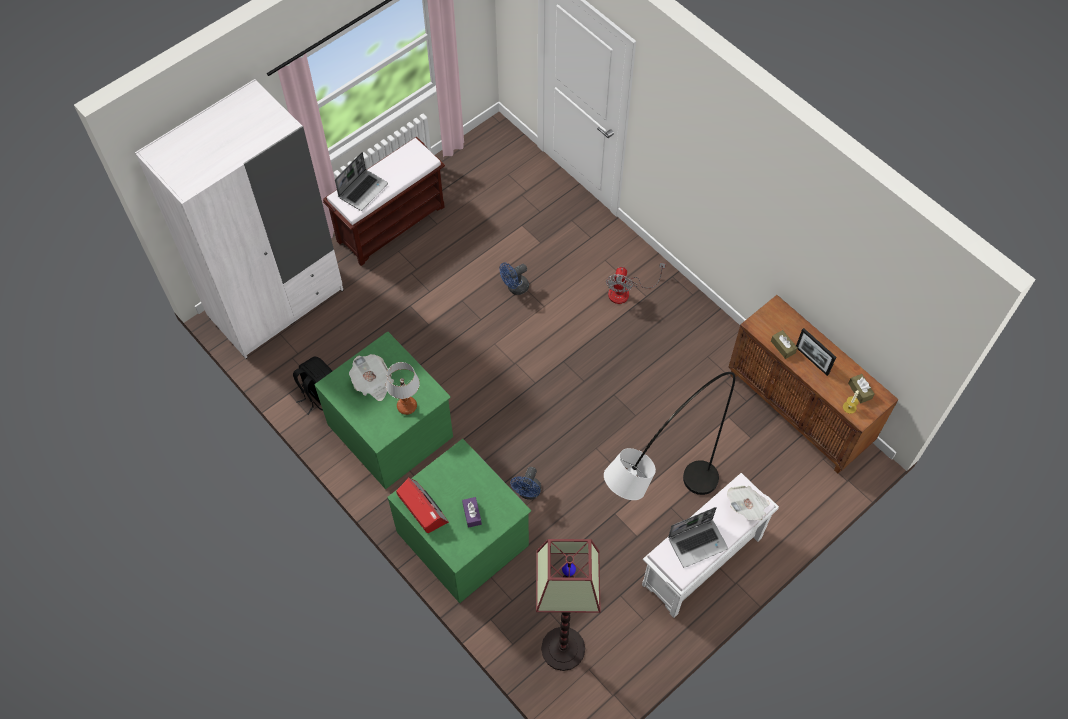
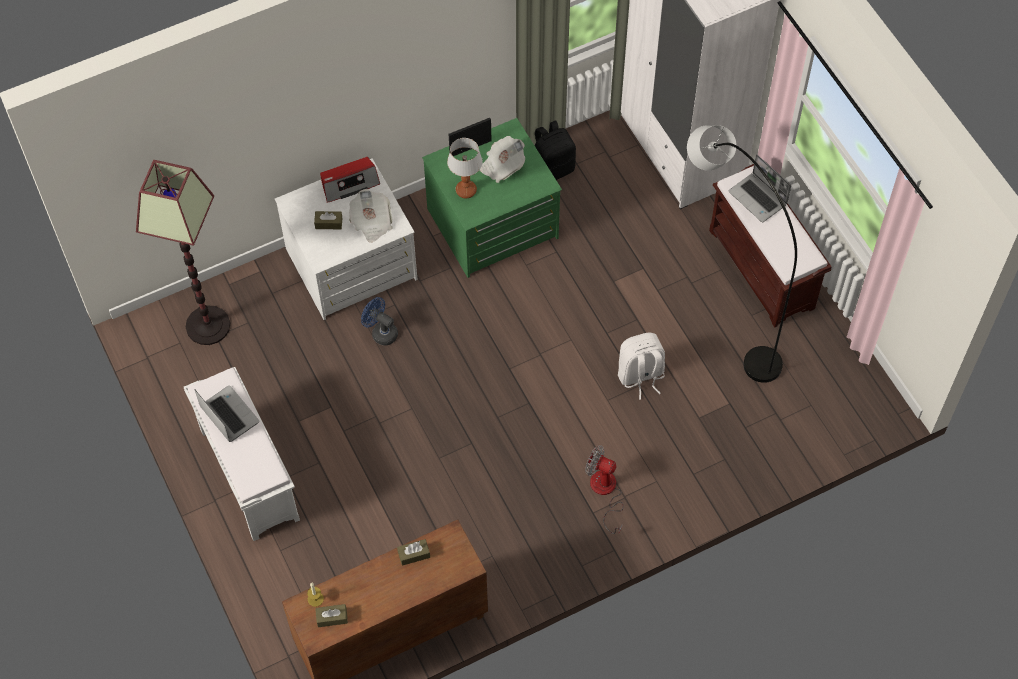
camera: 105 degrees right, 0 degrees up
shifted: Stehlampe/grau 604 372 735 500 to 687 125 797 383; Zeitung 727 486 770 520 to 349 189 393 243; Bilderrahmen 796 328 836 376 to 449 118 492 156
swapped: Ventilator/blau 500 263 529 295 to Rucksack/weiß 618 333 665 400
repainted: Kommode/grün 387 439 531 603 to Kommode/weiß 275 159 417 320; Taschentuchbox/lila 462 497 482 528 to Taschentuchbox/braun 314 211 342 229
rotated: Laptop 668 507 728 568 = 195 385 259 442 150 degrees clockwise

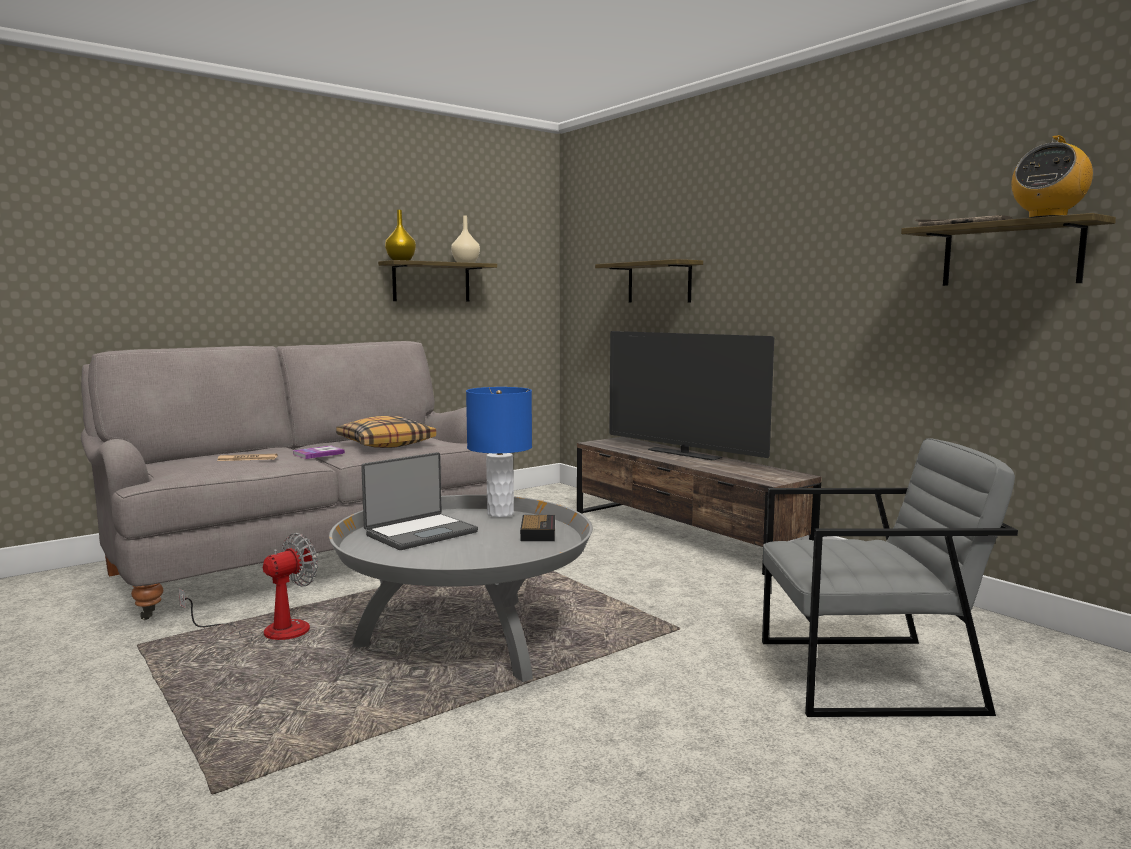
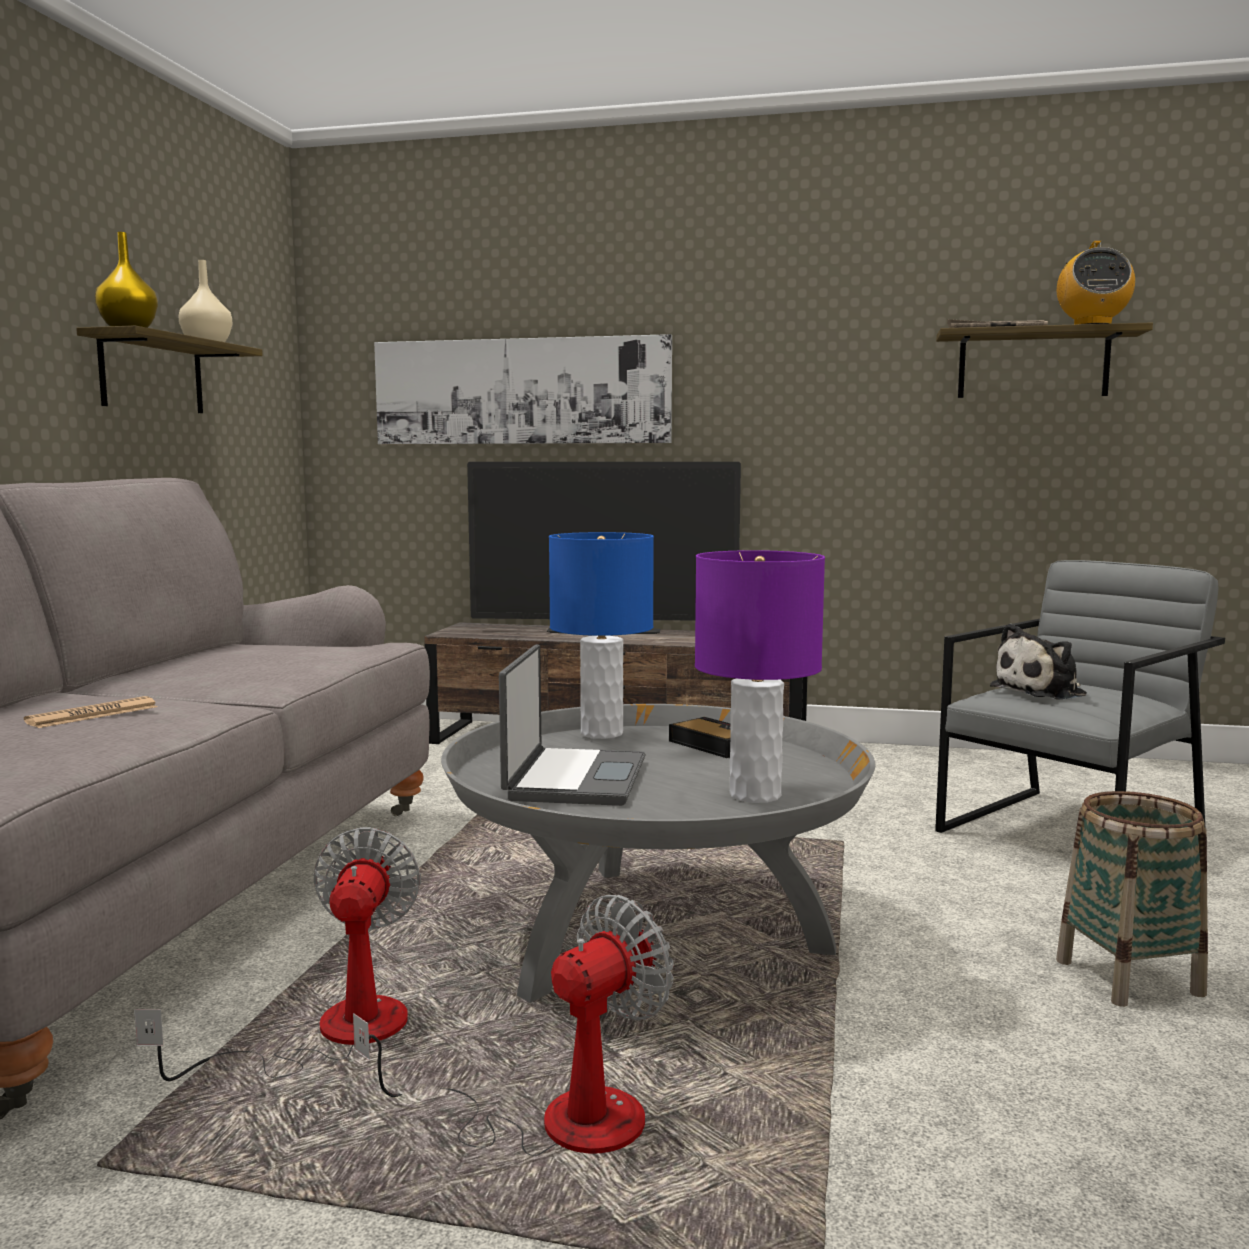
camera: 40 degrees left, 0 degrees up
gone: Buch 292 446 345 459; Kissen 336 416 436 448
new: Ventilator 353 895 674 1156; Tischlampe/lila 695 550 825 803; Plüschtier 990 624 1087 700; Korb 1056 791 1208 1007
swapped: Wandregal 595 259 703 303 to Bild 374 334 672 444

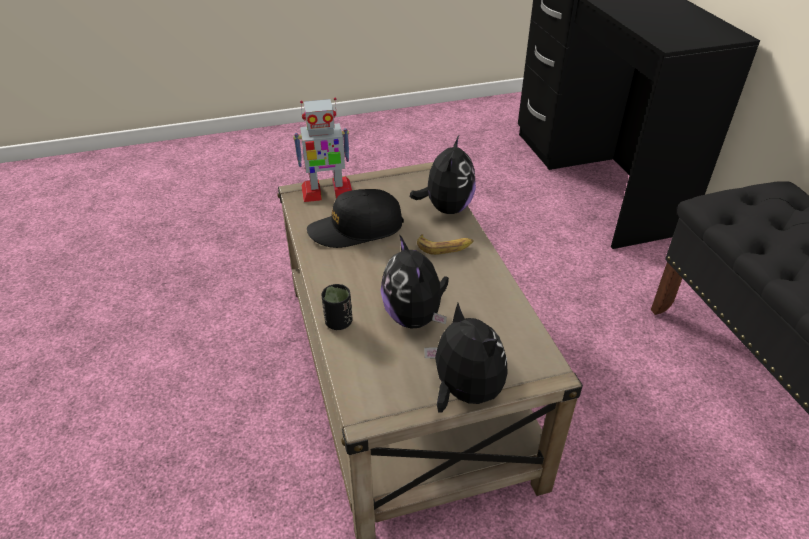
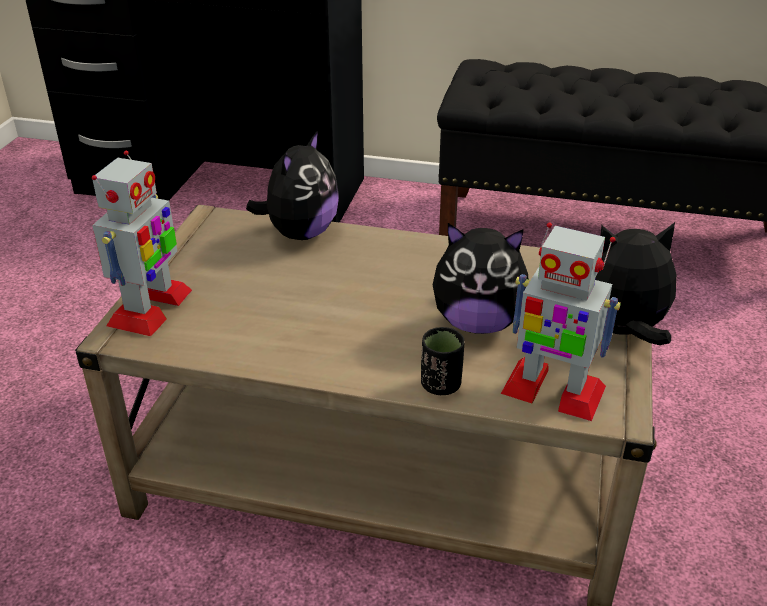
camera: 60 degrees left, 5 degrees down
gone: Kappe/schwarz 307 189 404 248; Banane 417 234 474 255
new: Spielzeugroboter 501 222 621 421
rotated: Plüschtier 410 136 476 214 = 246 130 339 240 75 degrees clockwise

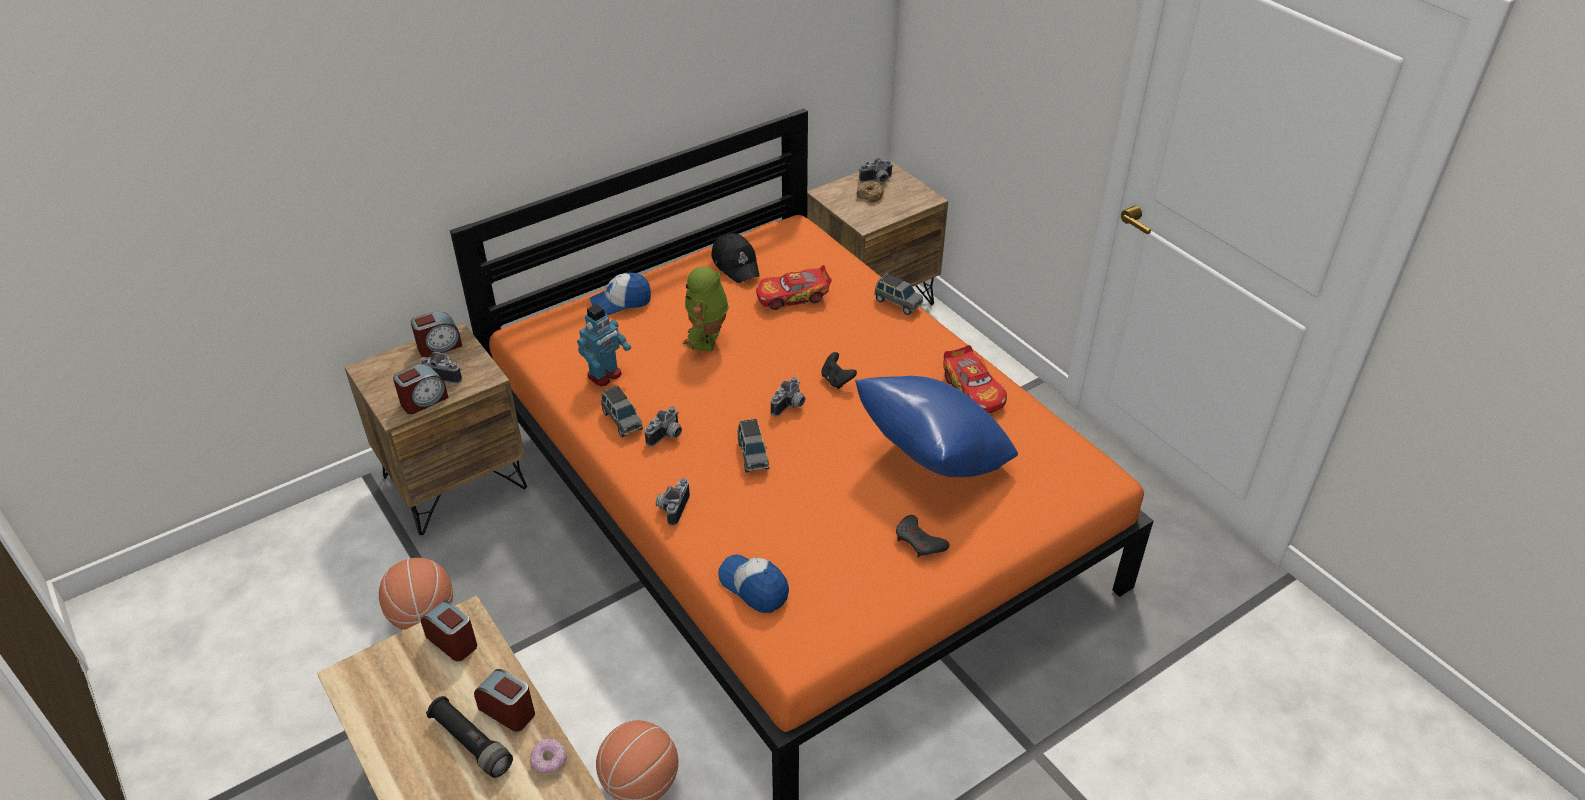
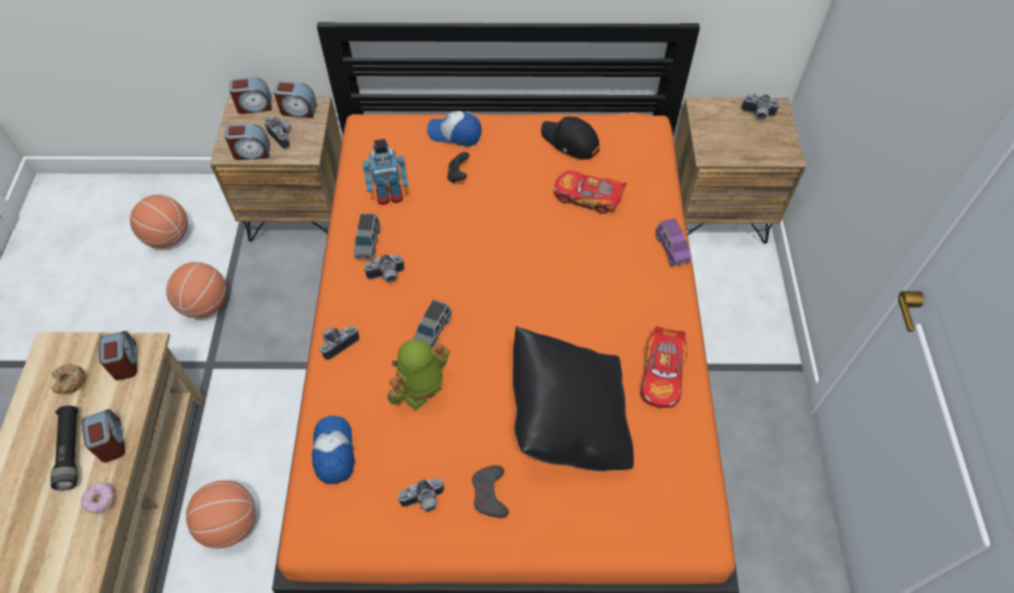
camera: 35 degrees right, 15 degrees up
new: Basketball 130 195 188 248; Wecker 229 77 272 114
shifted: Spielzeugroboter 683 266 729 351 to 387 339 450 411; Kamera 771 377 805 417 to 398 478 445 512; Gamepad/schwarz 821 352 857 389 to 447 152 469 183; Donut 857 181 884 202 to 51 364 85 395
repainted: Kissen/blau 855 376 1018 477 to Kissen/schwarz 513 326 634 471; Spielzeugauto/grau 875 273 923 315 to Spielzeugauto/lila 656 218 691 266
rotated: Kappe/schwarz 711 233 760 283 = 541 117 600 159 120 degrees clockwise

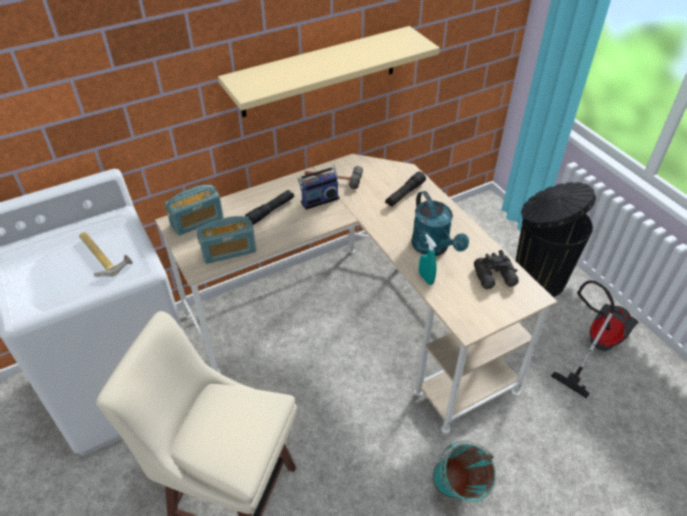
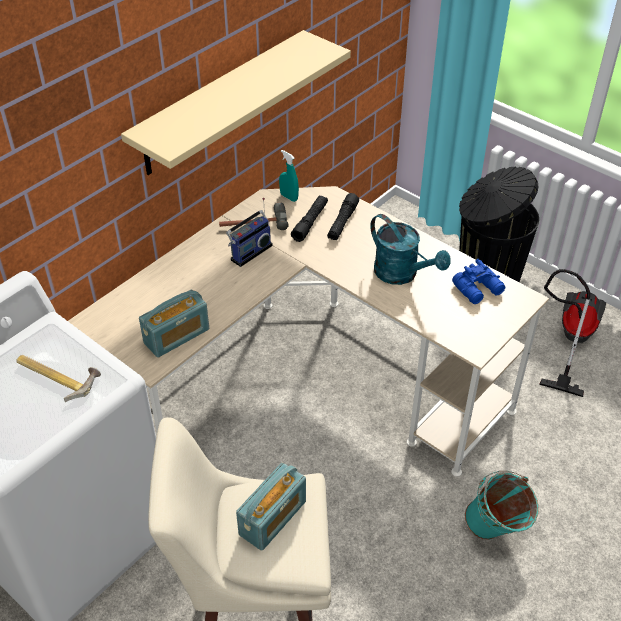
camera: 20 degrees left, 0 degrees up
shifted: Radio 165 185 223 236 to 236 463 306 551; Taschenlampe/schwarz 245 190 294 225 to 291 195 328 242; Sprühflasche/türkis 419 234 437 285 to 279 150 299 202
repainted: Fernglas/schwarz 474 250 519 289 to Fernglas/blau 452 259 505 304

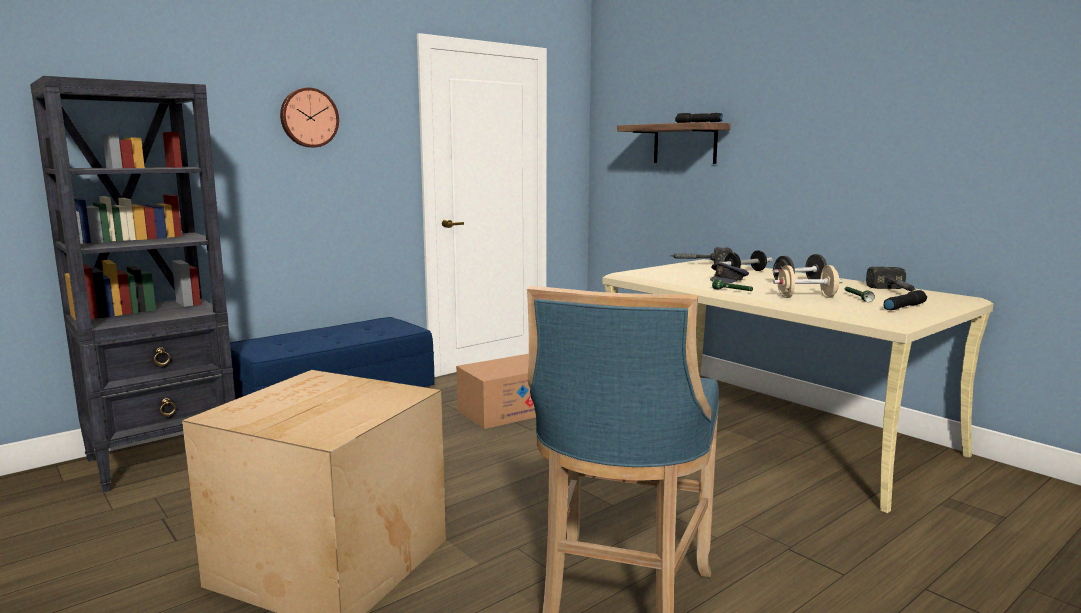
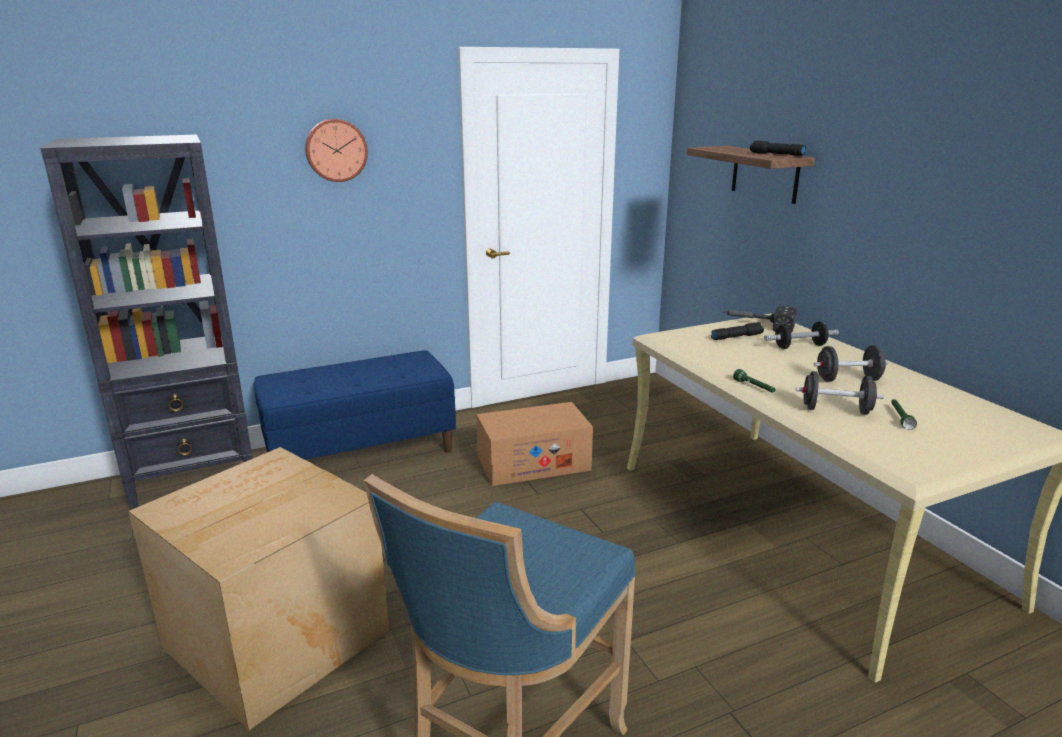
camera: 15 degrees right, 10 degrees up
gone: Kappe/grau 710 262 749 283; Hammer 866 267 916 291
shifted: Taschenlampe/schwarz 884 290 927 310 to 711 322 764 340
repainted: Hantel/beige 773 265 843 298 to Hantel/schwarz 796 371 884 415

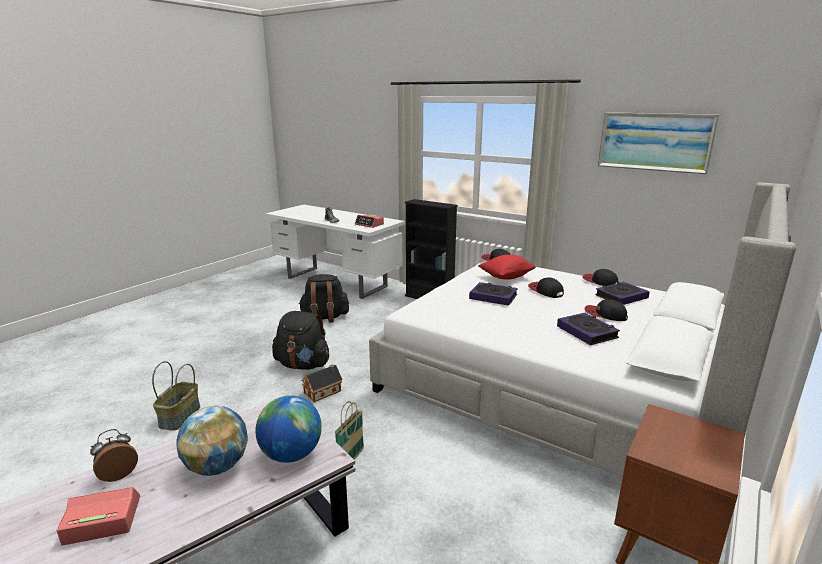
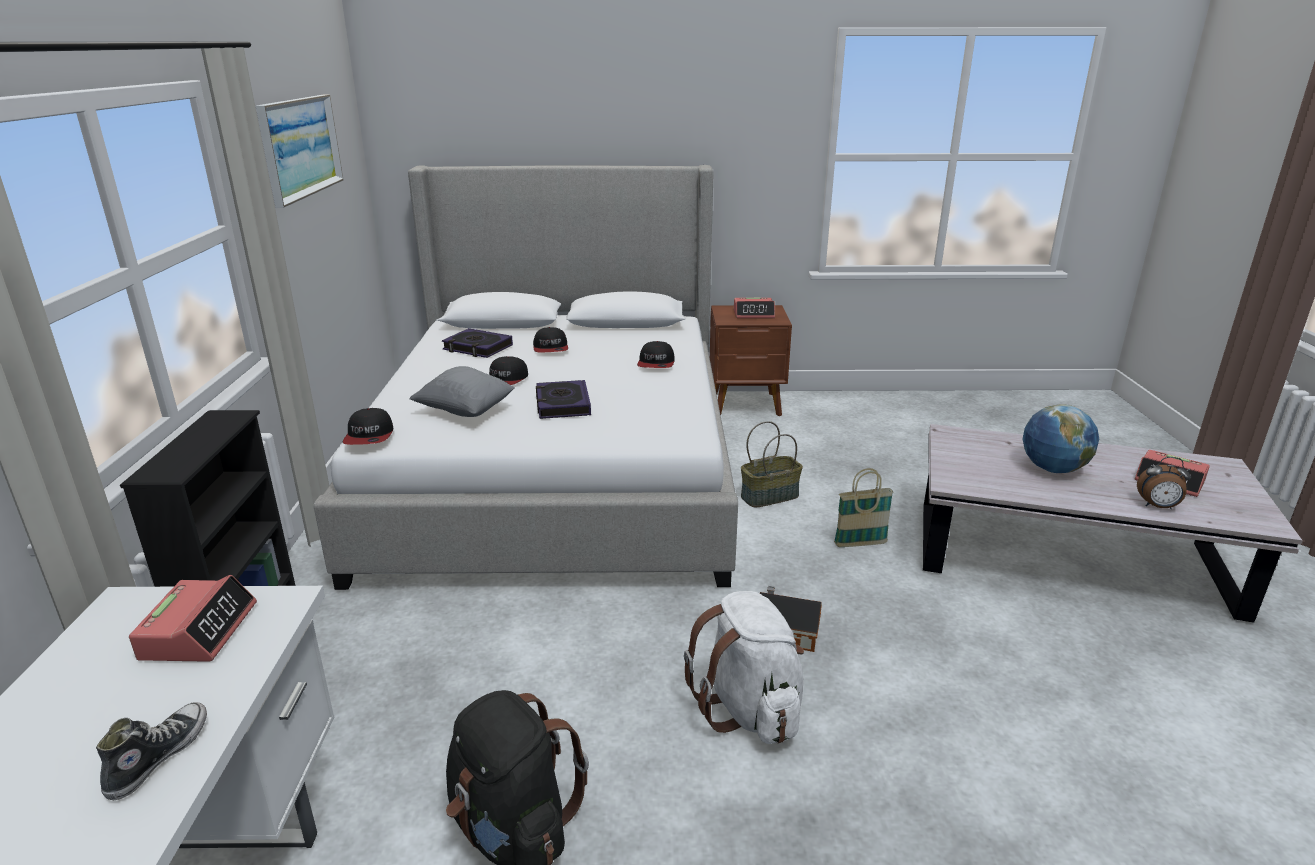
camera: 125 degrees left, 5 degrees up
gone: Globus 255 395 322 463; Buch 557 313 620 345
new: Wecker 734 298 775 318
shifted: Korb 152 361 200 431 to 741 421 803 507; Kappe 582 269 619 286 to 637 341 675 368
repainted: Rucksack/schwarz 272 311 329 370 to Rucksack/weiß 684 591 804 744; Kissen/rot 478 255 536 280 to Kissen/grau 409 366 515 417

